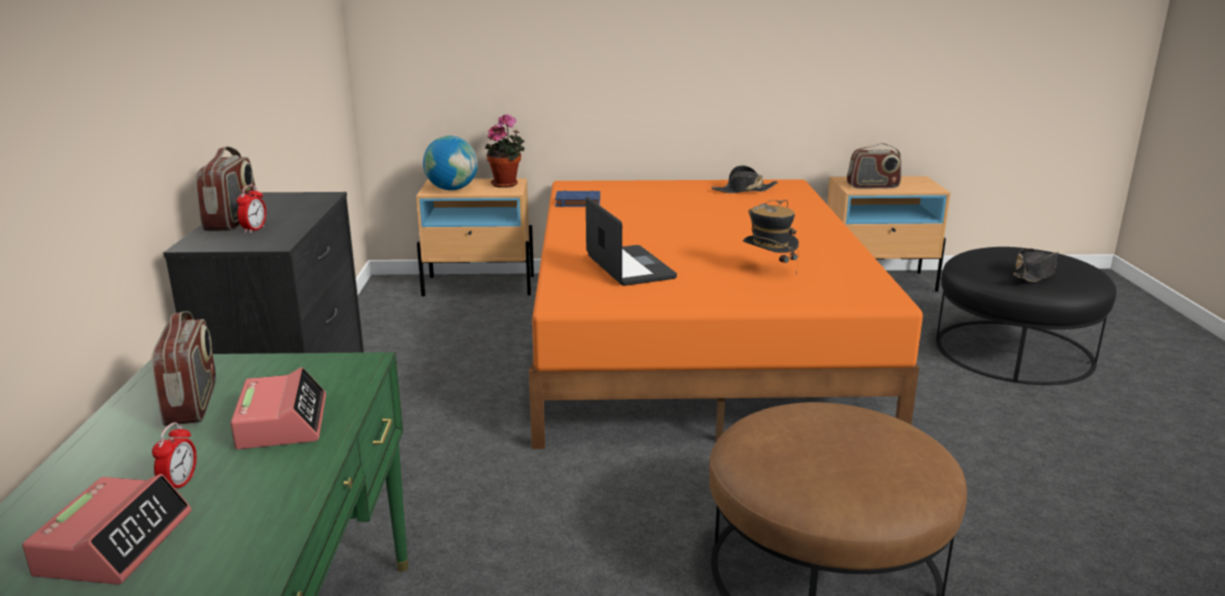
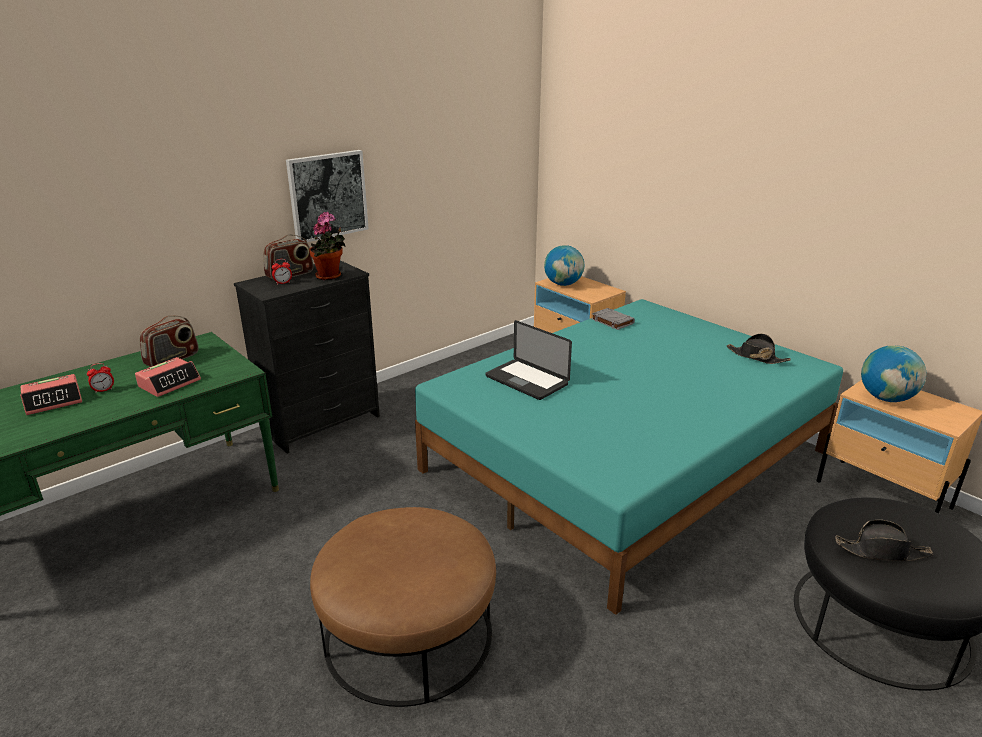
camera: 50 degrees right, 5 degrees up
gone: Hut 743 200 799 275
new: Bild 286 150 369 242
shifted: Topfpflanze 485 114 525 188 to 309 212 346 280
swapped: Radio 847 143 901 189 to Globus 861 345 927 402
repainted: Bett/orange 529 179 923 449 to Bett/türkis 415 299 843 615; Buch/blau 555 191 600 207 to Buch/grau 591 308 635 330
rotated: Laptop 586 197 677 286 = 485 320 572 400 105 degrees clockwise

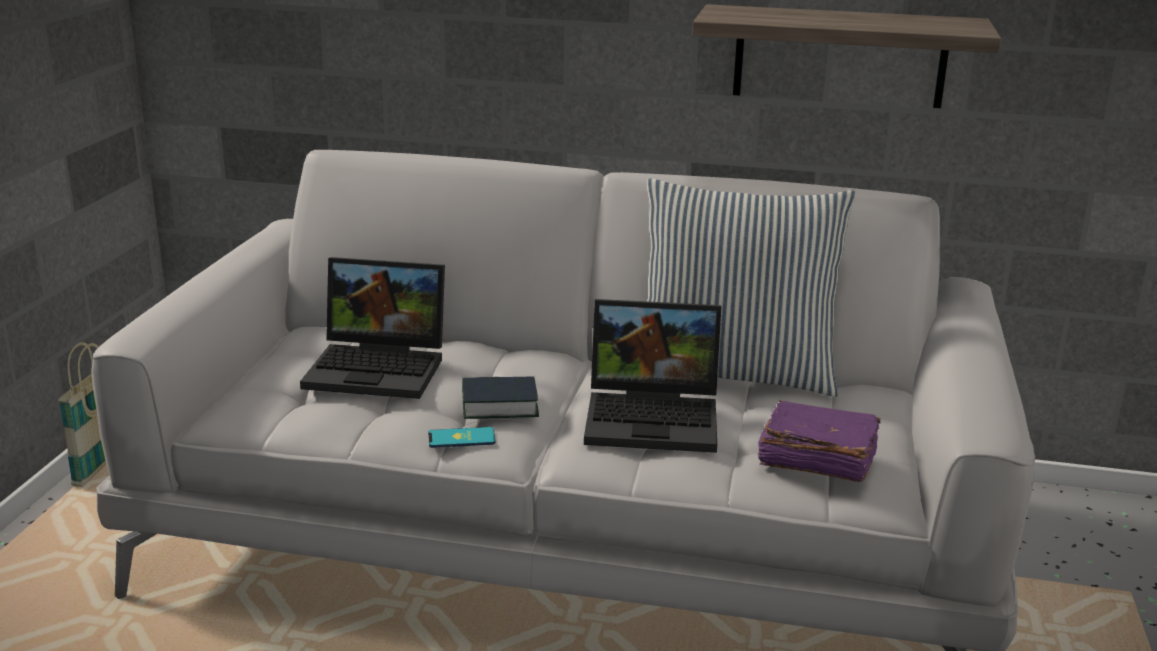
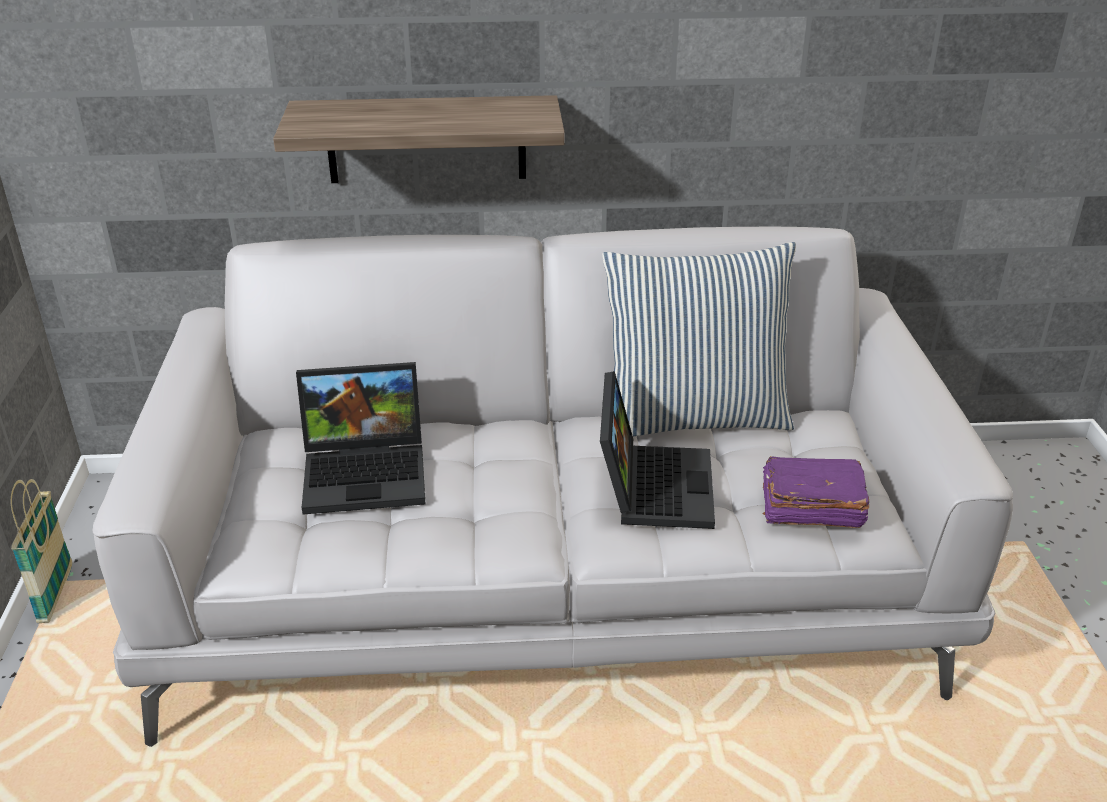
camera: 15 degrees left, 10 degrees up
gone: Handy 428 427 495 448; Buch 462 376 539 419
shifted: Wandregal 692 4 1001 108 to 273 95 565 183
rotated: Laptop 584 299 721 453 = 600 371 715 529 75 degrees counterclockwise

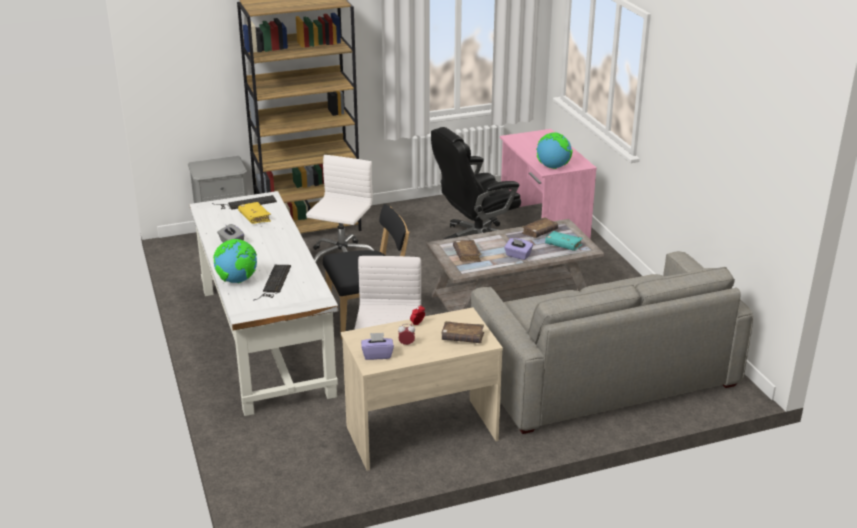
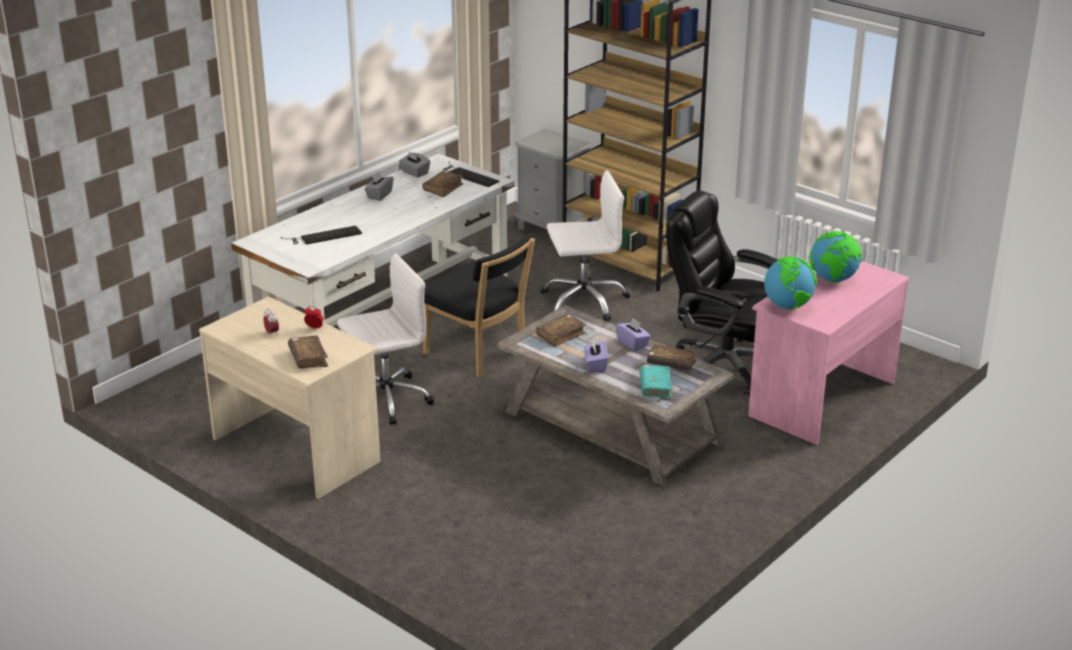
camera: 60 degrees right, 0 degrees up
gone: Sofa/grau 471 251 753 434
new: Taschentuchbox/grau 399 151 430 178
shifted: Globus 213 239 257 283 to 810 231 862 283; Taschentuchbox/lila 361 333 394 360 to 615 317 651 351
repainted: Buch/gelb 238 202 271 224 to Buch/braun 422 170 464 197

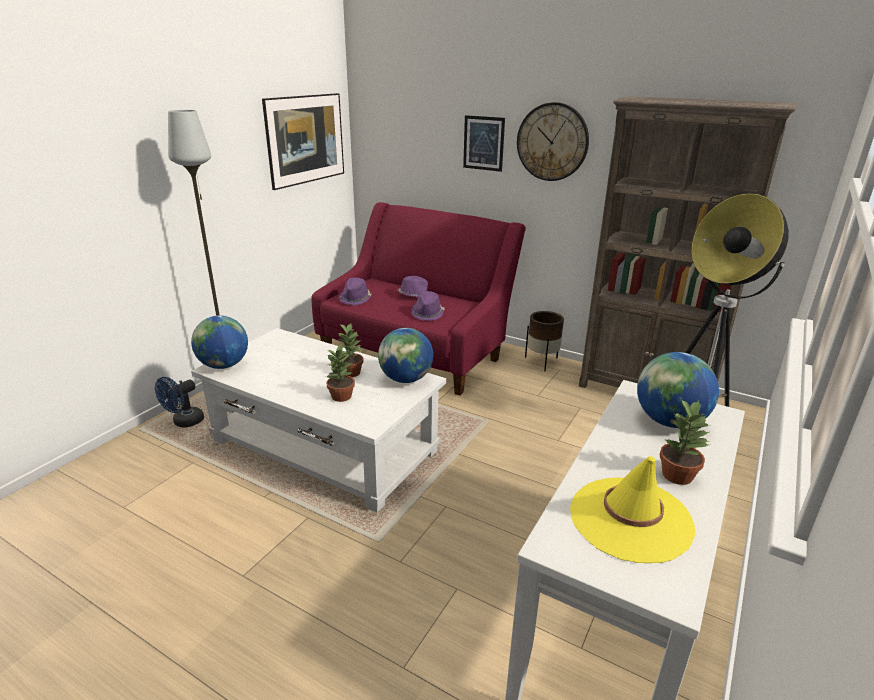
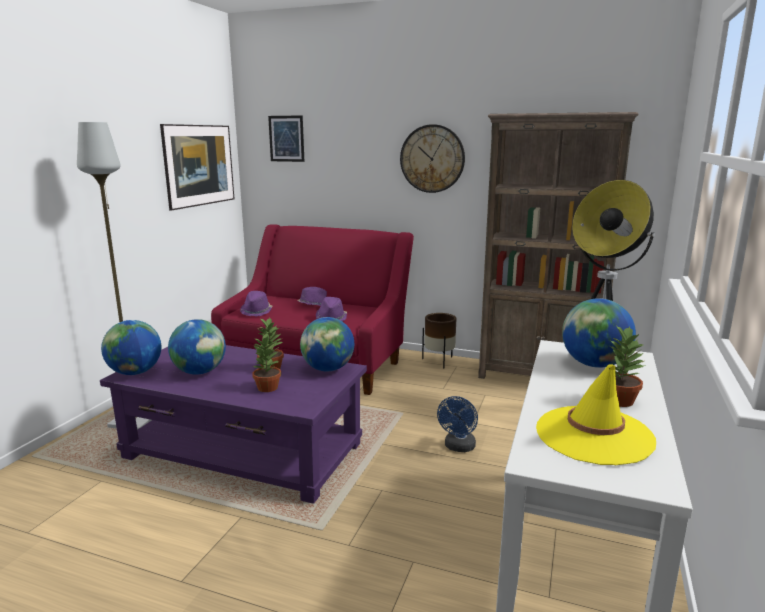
camera: 10 degrees left, 10 degrees down
new: Globus 168 319 226 375
shifted: Ventilator/blau 155 377 204 427 to 437 396 478 452; Bild 463 115 505 172 to 268 115 304 162
repainted: Couchtisch/weiß 191 328 446 513 to Couchtisch/lila 100 345 367 504

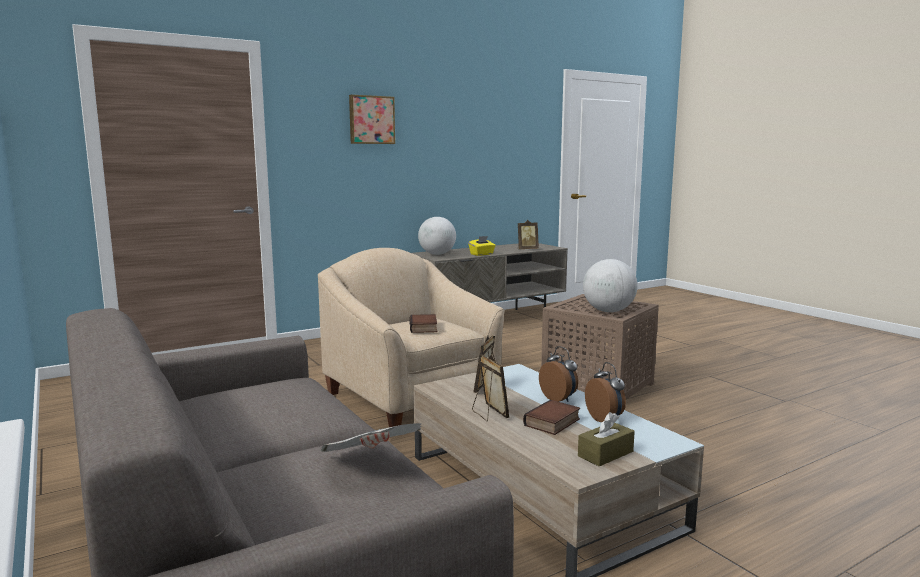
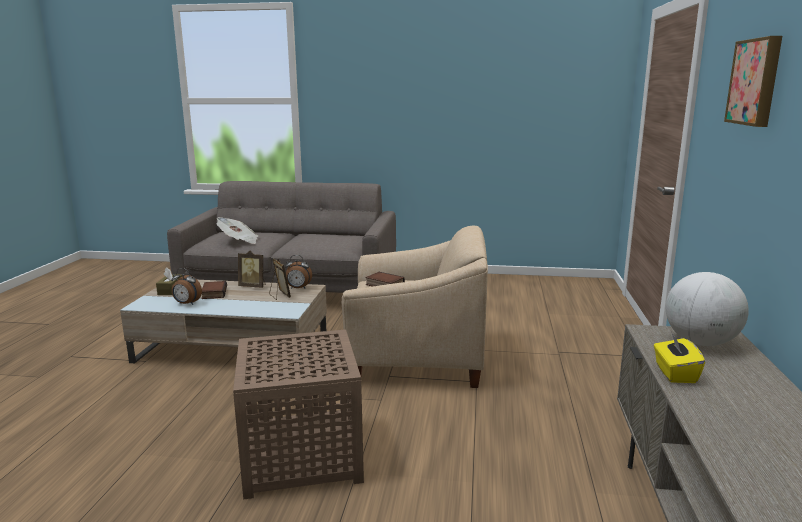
camera: 130 degrees right, 5 degrees up
gone: Bilderrahmen 518 220 539 249; Globus 583 259 638 312
shifted: Wecker 539 346 578 402 to 285 255 312 289

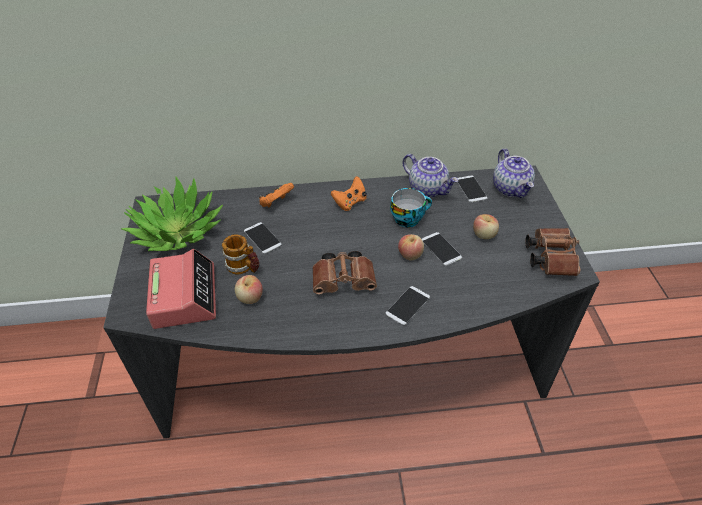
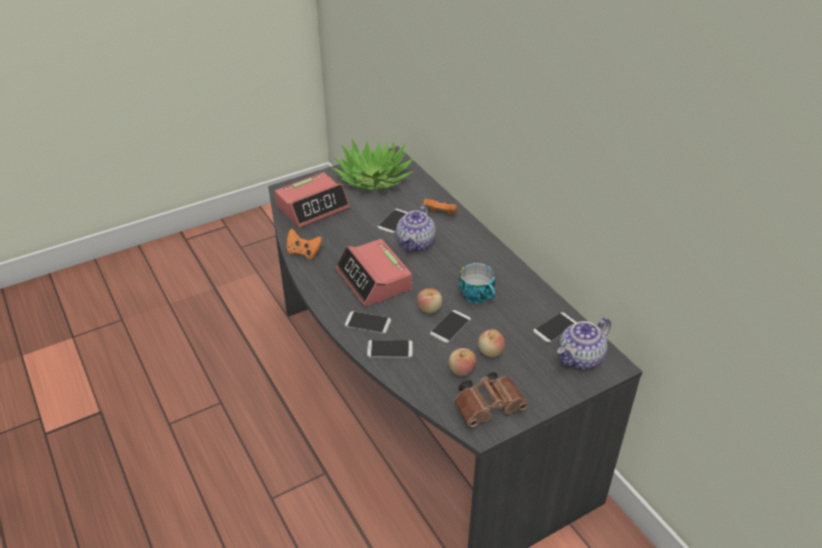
camera: 65 degrees right, 5 degrees down
gone: Henkelbecher 222 234 259 274
new: Handy 367 340 413 358
shifted: Apfel 235 275 263 304 to 449 348 477 376; Gamepad/orange 331 176 366 211 to 287 229 323 259; Teekanne 403 154 458 198 to 396 204 436 252
swapped: Fernglas/braun 313 251 377 295 to Wecker 336 239 412 307

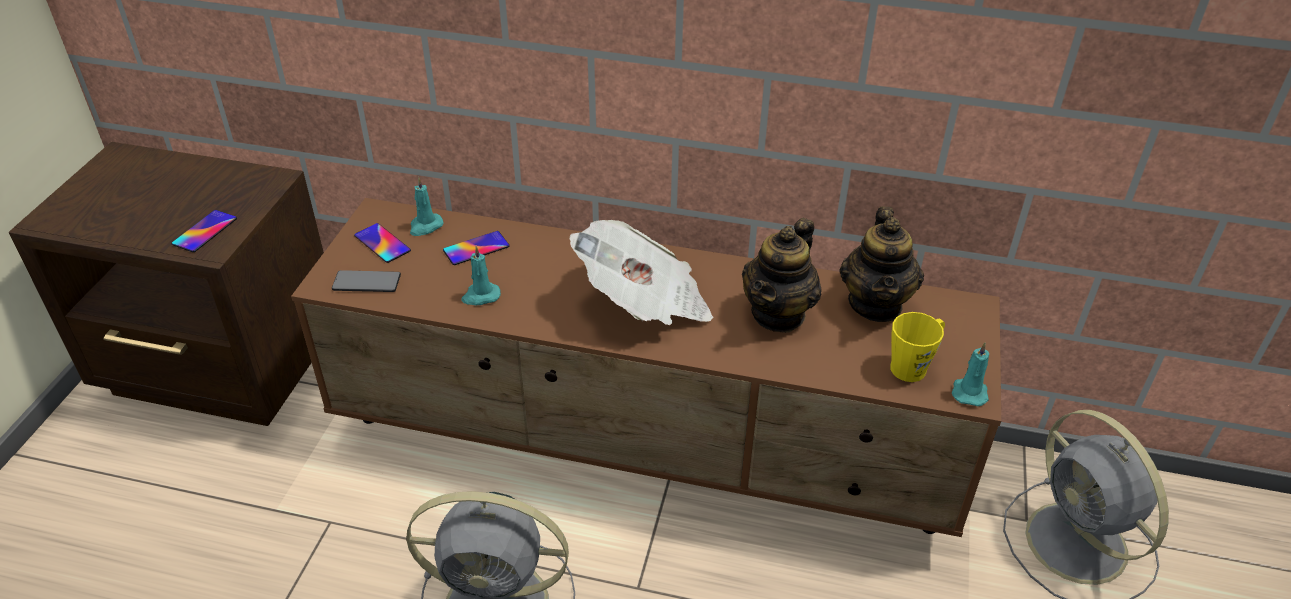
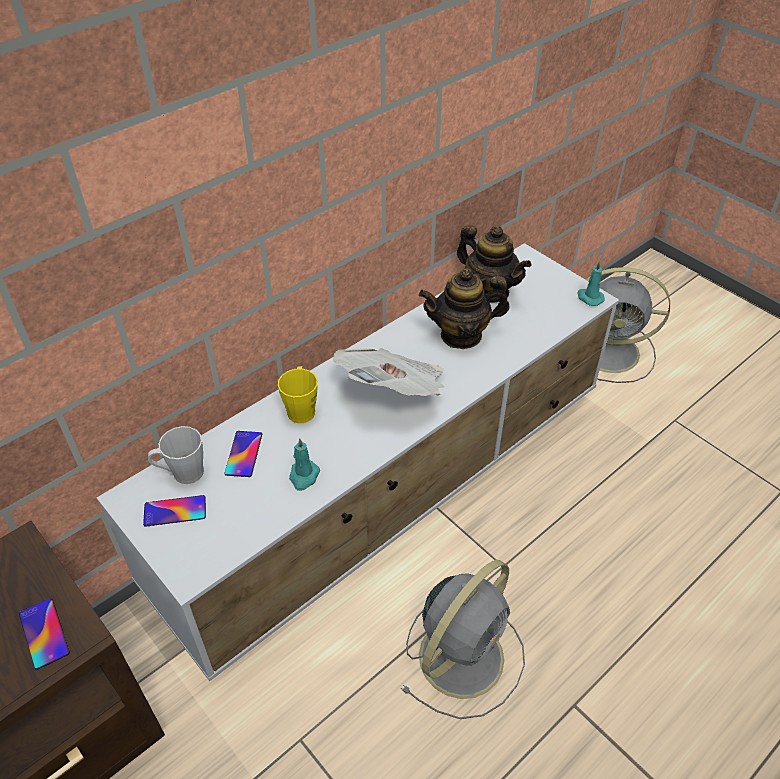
camera: 55 degrees left, 5 degrees up
gone: Handy 332 270 401 292
shifted: Henkelbecher/gelb 890 312 945 382 to 278 366 318 423
swapped: Kerze/türkis 410 177 443 236 to Henkelbecher/grau 148 426 204 484
repainted: Fernsehschrank/braun 291 198 1001 537 to Fernsehschrank/weiß 97 243 619 681
rotated: Teekanne 742 218 822 333 = 419 268 509 349 105 degrees clockwise

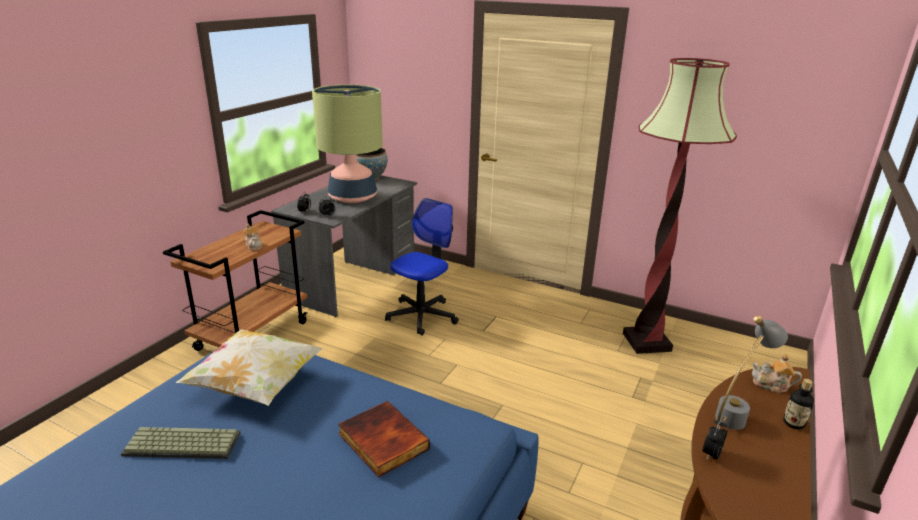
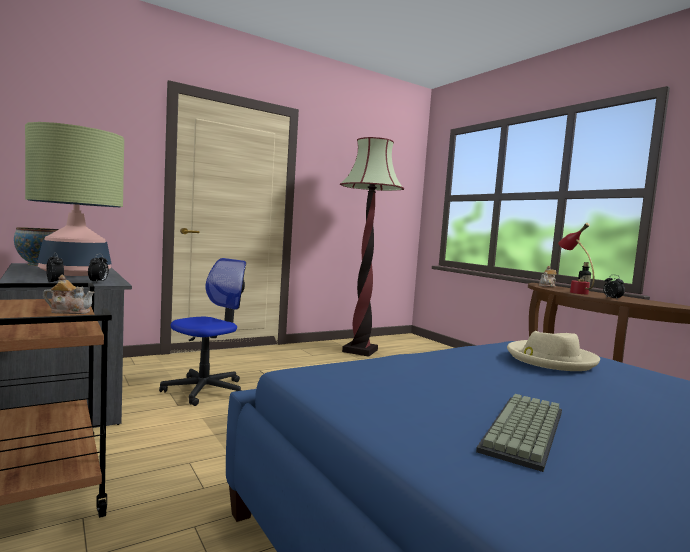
camera: 60 degrees left, 20 degrees down
gone: Kissen 176 329 324 406
swapped: Buch 338 401 430 478 to Hut/beige 507 331 600 371
repainted: Tischlampe/grau 715 316 788 430 to Tischlampe/rot 558 223 594 294
rotated: Bürostuhl 385 198 459 335 = 159 258 246 406 60 degrees clockwise

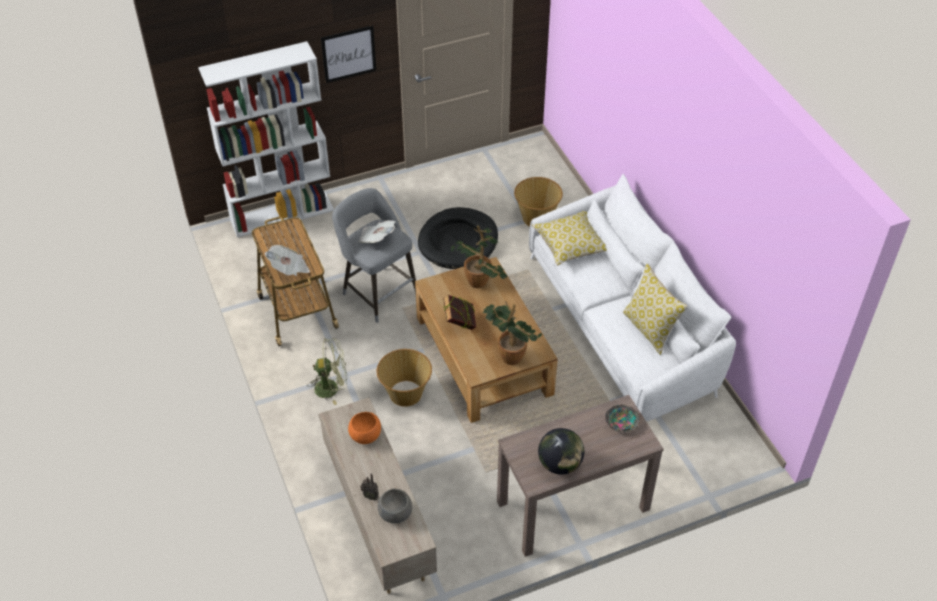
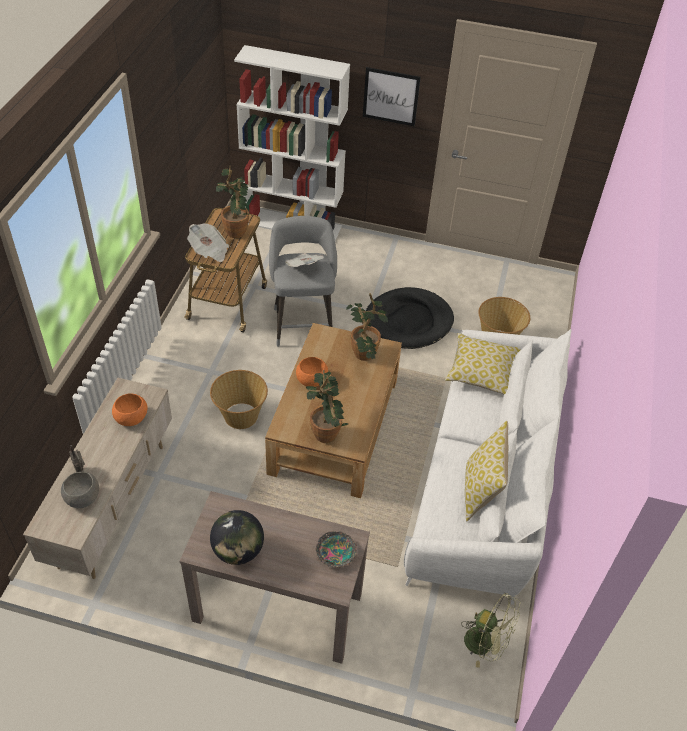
camera: 35 degrees right, 0 degrees up
new: Topfpflanze 216 166 249 238
shifted: Ventilator/grün 307 338 347 405 to 461 593 521 668
swapped: Buch 443 295 476 330 to Schüssel/orange 296 357 328 387

